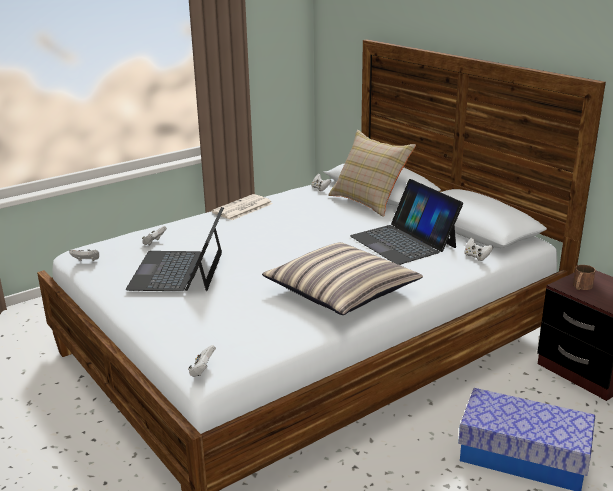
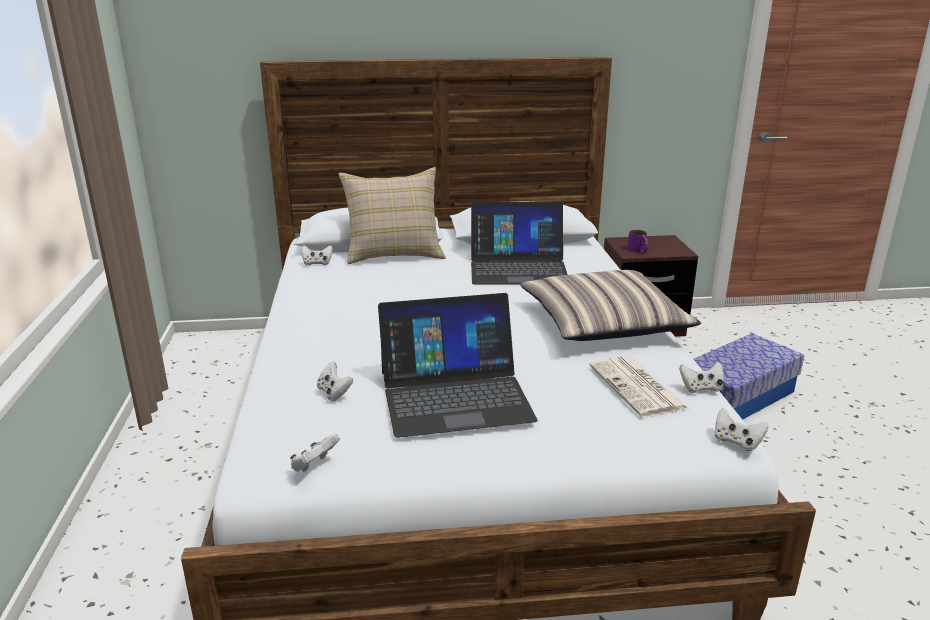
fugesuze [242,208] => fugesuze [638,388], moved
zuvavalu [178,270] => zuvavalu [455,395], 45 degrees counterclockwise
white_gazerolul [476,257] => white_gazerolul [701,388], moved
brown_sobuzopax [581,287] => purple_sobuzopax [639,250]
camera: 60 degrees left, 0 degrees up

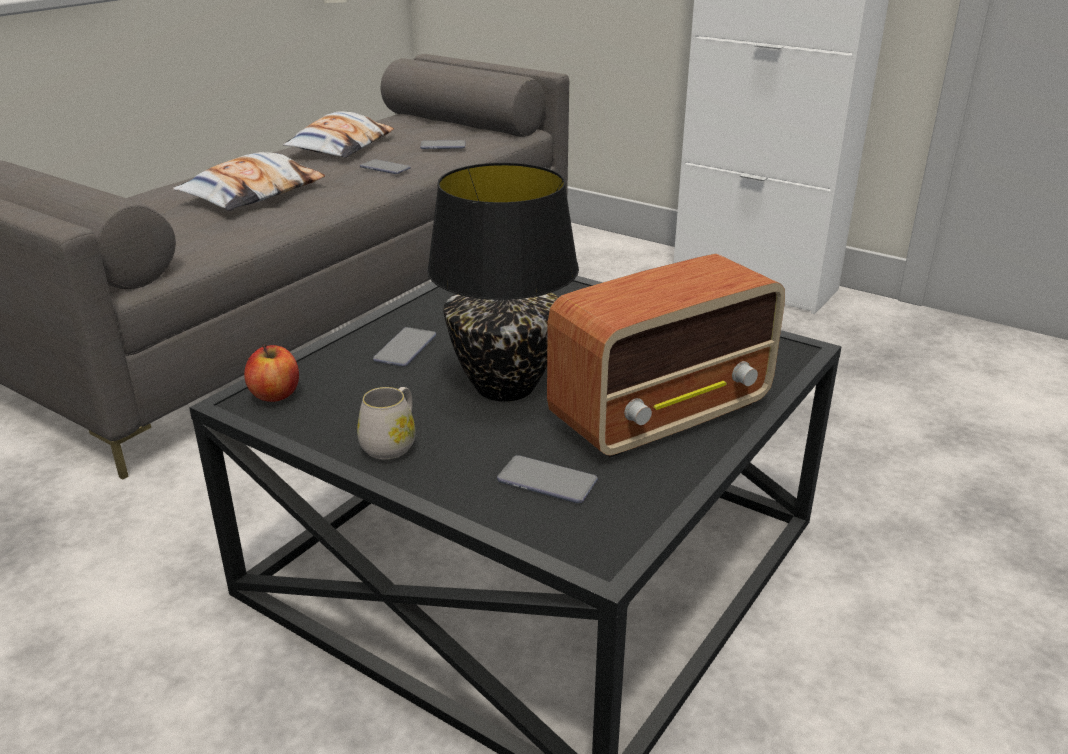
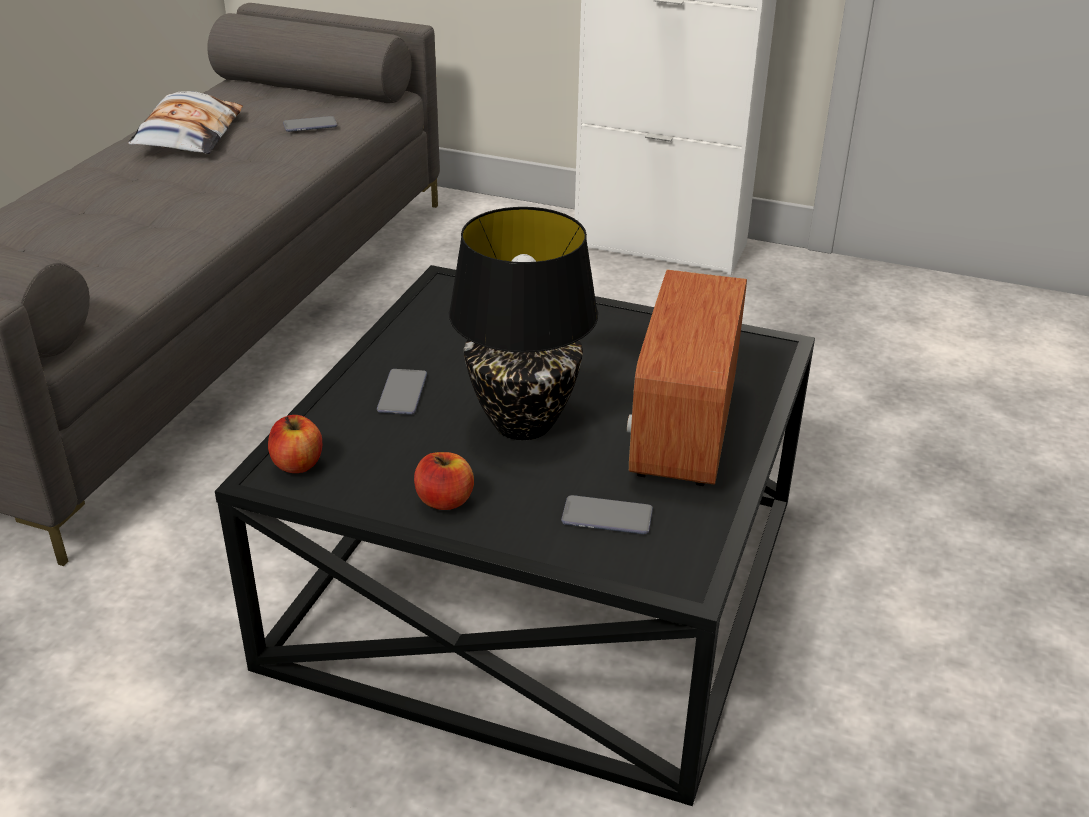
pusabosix [253,193] => nothing
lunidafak [385,168] => nothing
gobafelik [663,413] => gobafelik [683,432], 150 degrees clockwise
white_sobuzopax [392,443] => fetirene [445,500]
camera: 15 degrees left, 5 degrees up

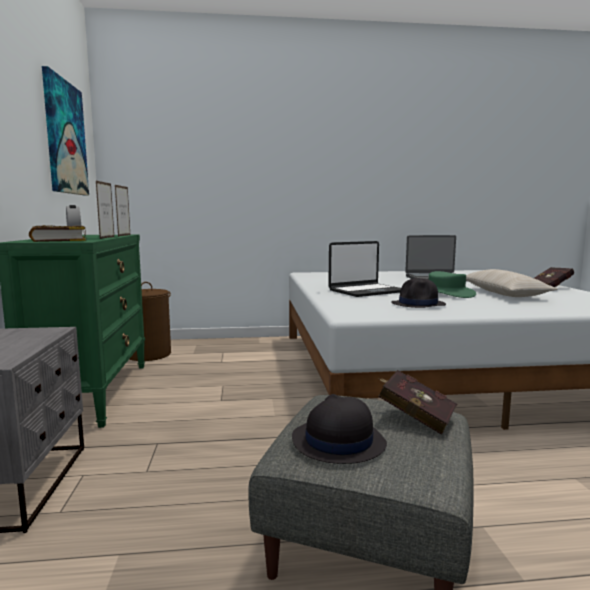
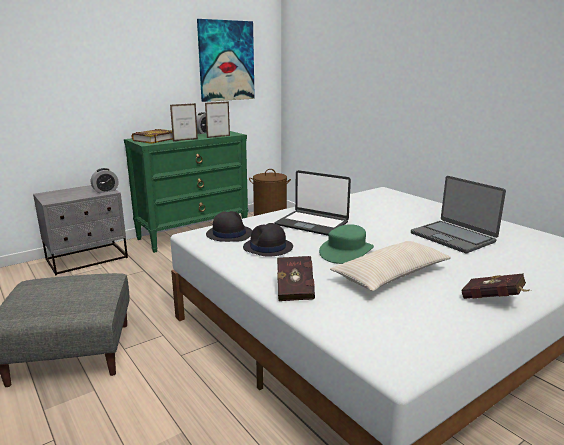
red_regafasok [414,417] => red_regafasok [295,289], moved
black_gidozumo [338,442] => black_gidozumo [229,234], moved
nothing => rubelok [105,191]
camera: 60 degrees right, 10 degrees up

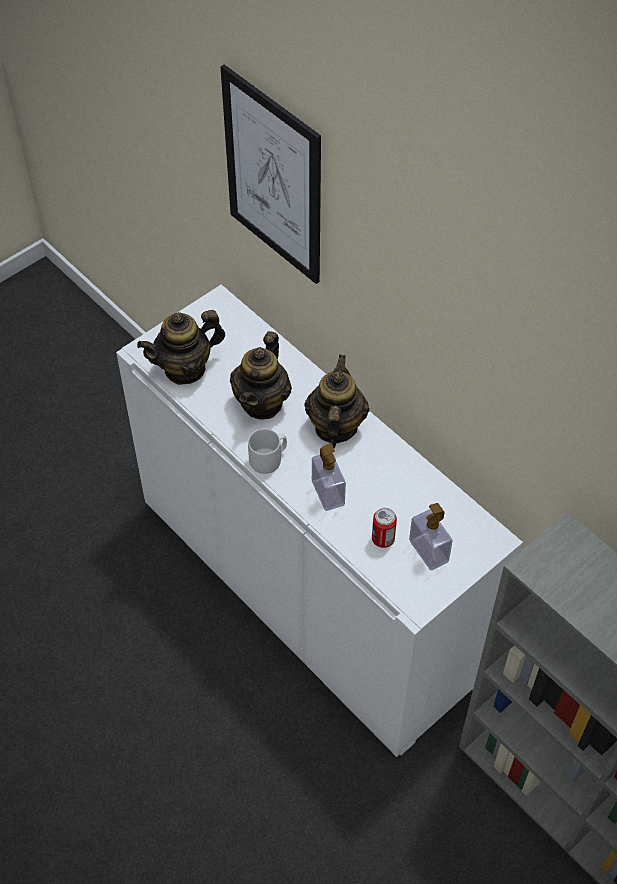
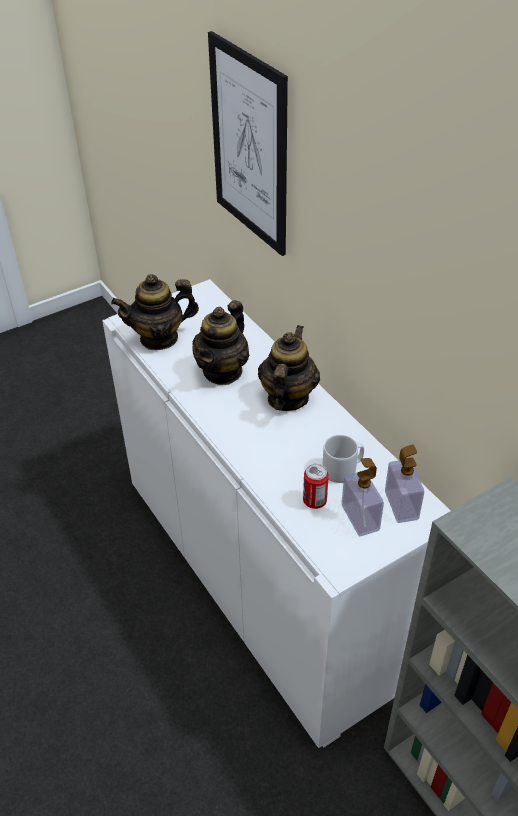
grey_sobuzopax [269,459] => grey_sobuzopax [343,470], moved
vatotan [328,493] => vatotan [401,505], moved
camera: 10 degrees right, 10 degrees down

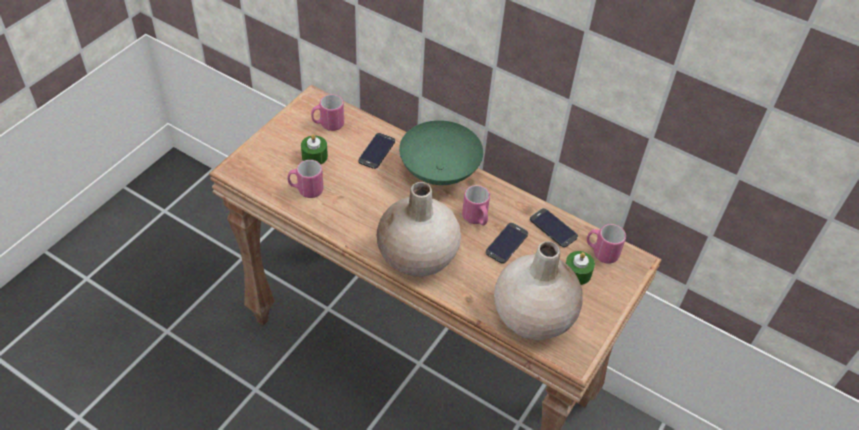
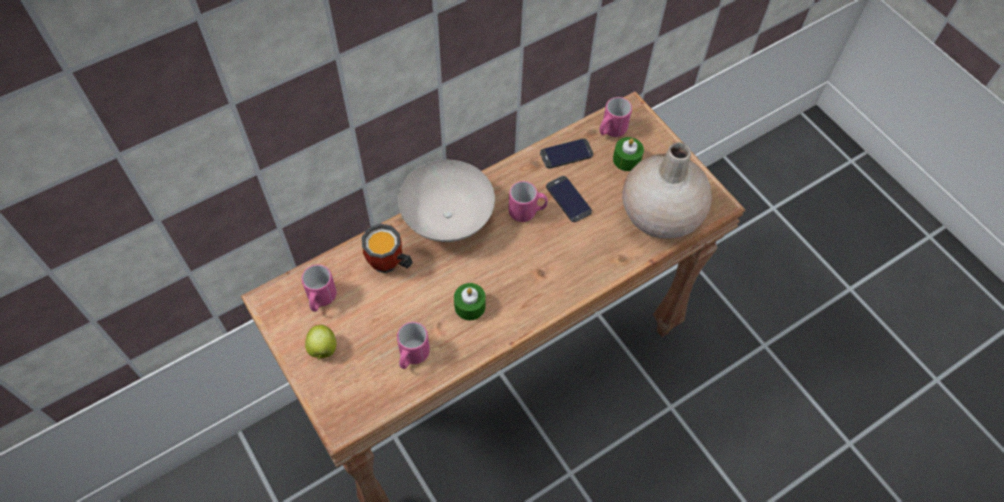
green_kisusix [440,171] => white_kisusix [449,217]
lunidafak [376,151] => sobuzopax [388,265]
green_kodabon [314,156] => green_kodabon [470,306], moved
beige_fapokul [417,256] => nothing
nothing => fetirene [323,349]
camera: 65 degrees left, 10 degrees up

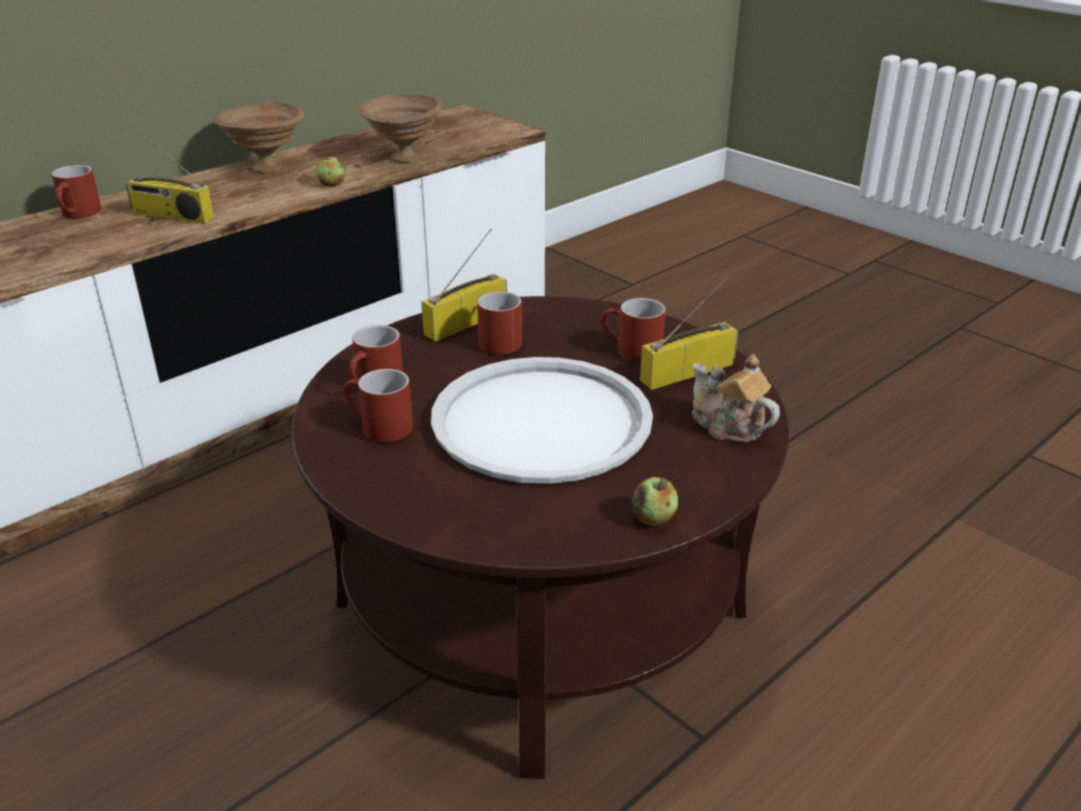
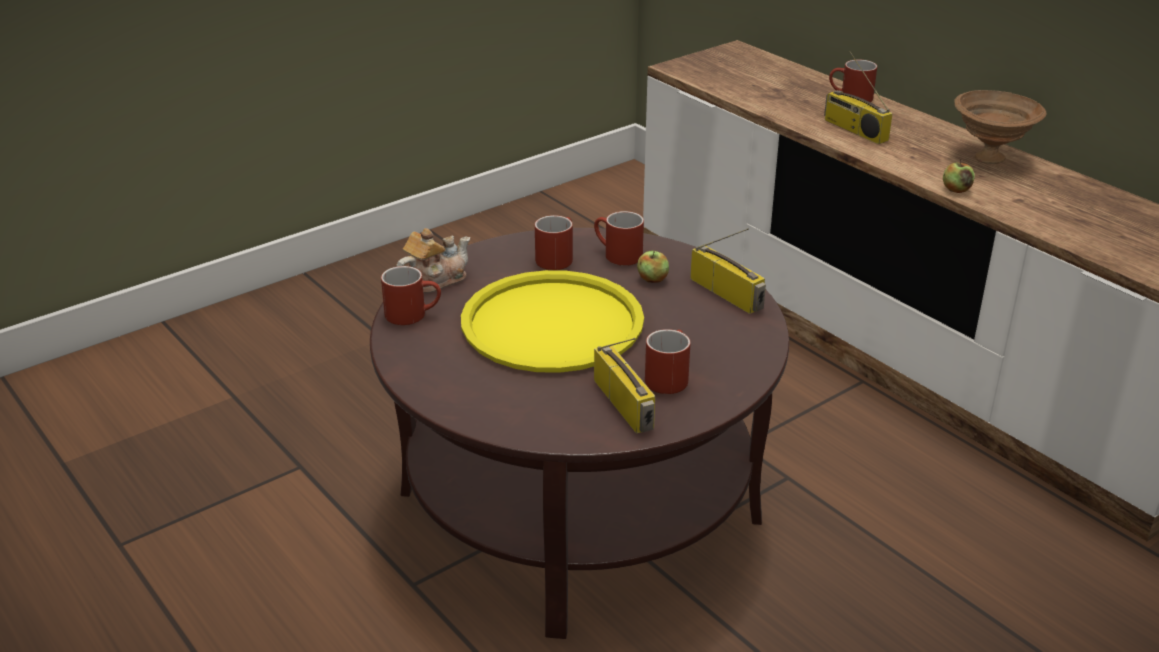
brown_kisusix [405,159] => nothing
gobafelik [171,216] => gobafelik [853,130], 60 degrees counterclockwise
red_sobuzopax [498,340] => red_sobuzopax [413,314], moved
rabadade [727,425] => rabadade [435,280], moved
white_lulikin [542,421] => yellow_lulikin [552,323]
fetirene [653,518] => fetirene [652,279], moved
camera: 95 degrees right, 0 degrees up

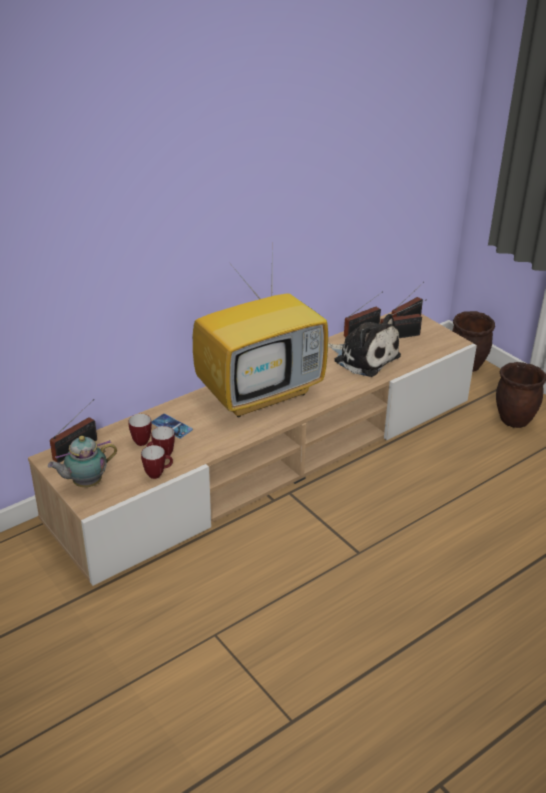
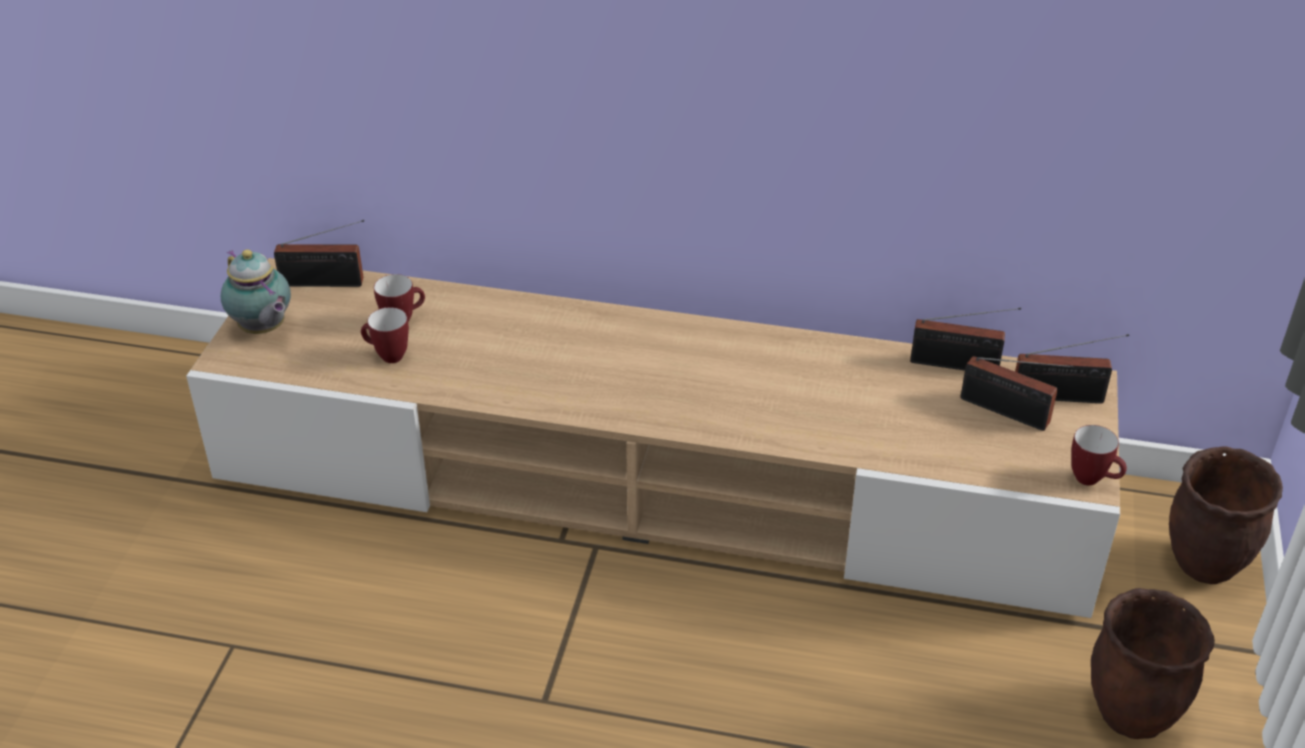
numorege [261,392] => nothing
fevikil [363,357] => nothing
lunidafak [171,426] => nothing
rabadade [85,483] => rabadade [263,330], 150 degrees counterclockwise
sobuzopax [158,474] => sobuzopax [1093,480], moved
camera: 50 degrees right, 5 degrees up

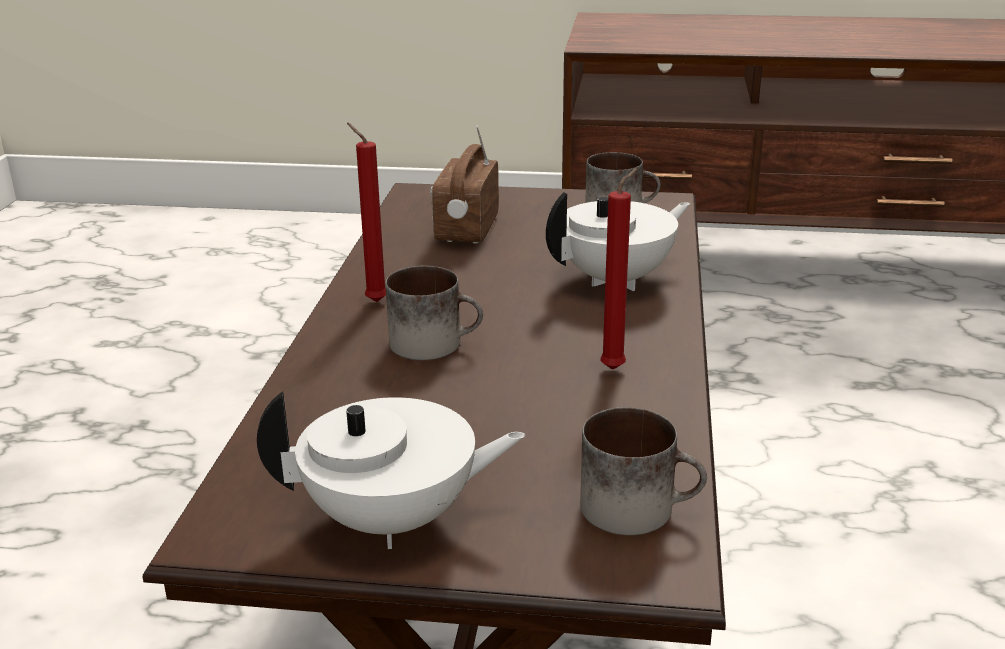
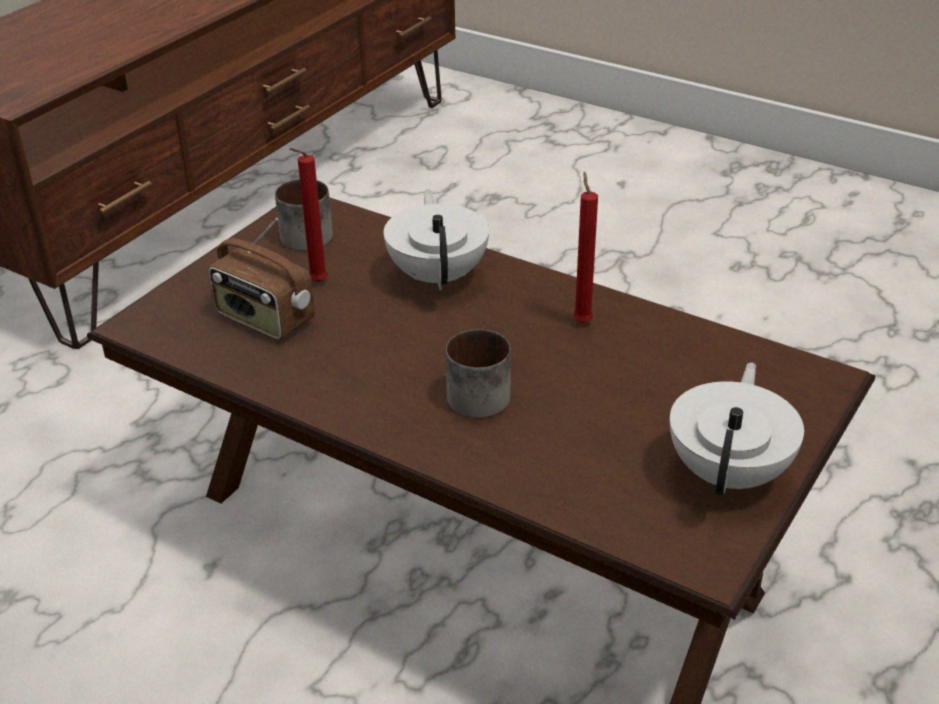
red_kodabon [373,301] => red_kodabon [315,283], moved
sobuzopax [639,507] => nothing
camera: 65 degrees left, 10 degrees up

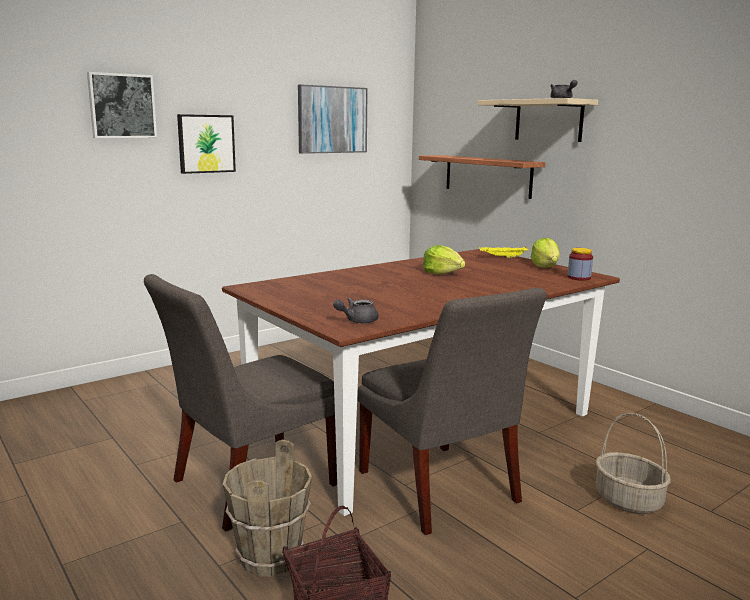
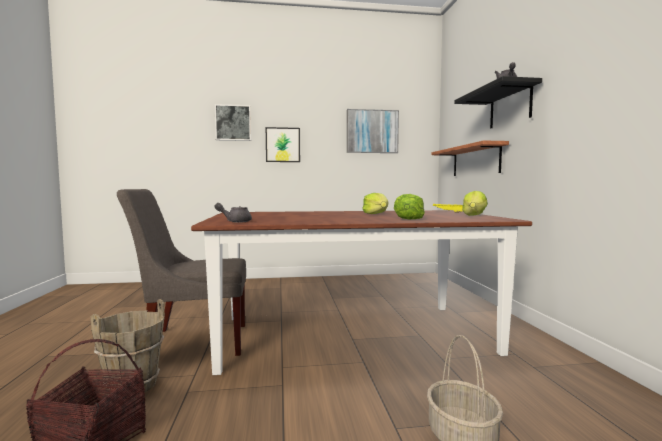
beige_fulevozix [548,120] => black_fulevozix [510,107]
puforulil [579,278] => nothing
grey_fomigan [440,490] => nothing
nothing => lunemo [409,218]
camera: 30 degrees right, 10 degrees down

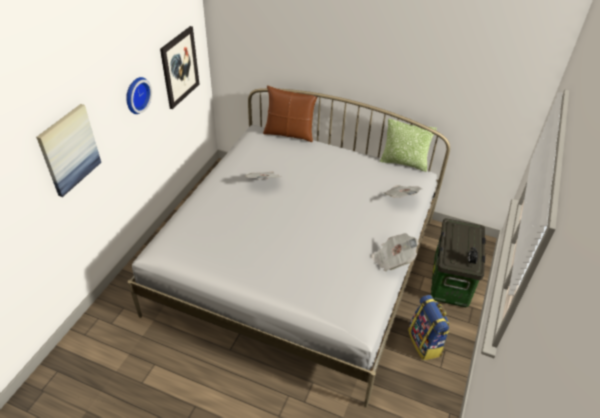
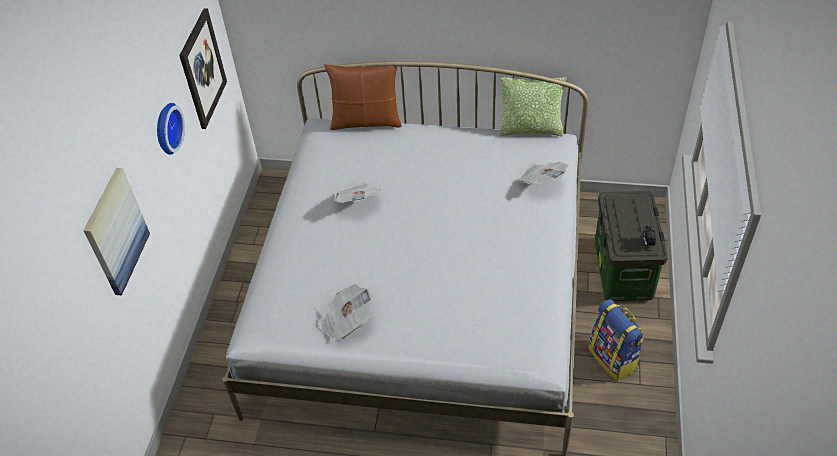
fugesuze [393,259] => fugesuze [346,321], moved
camera: 10 degrees left, 5 degrees up

